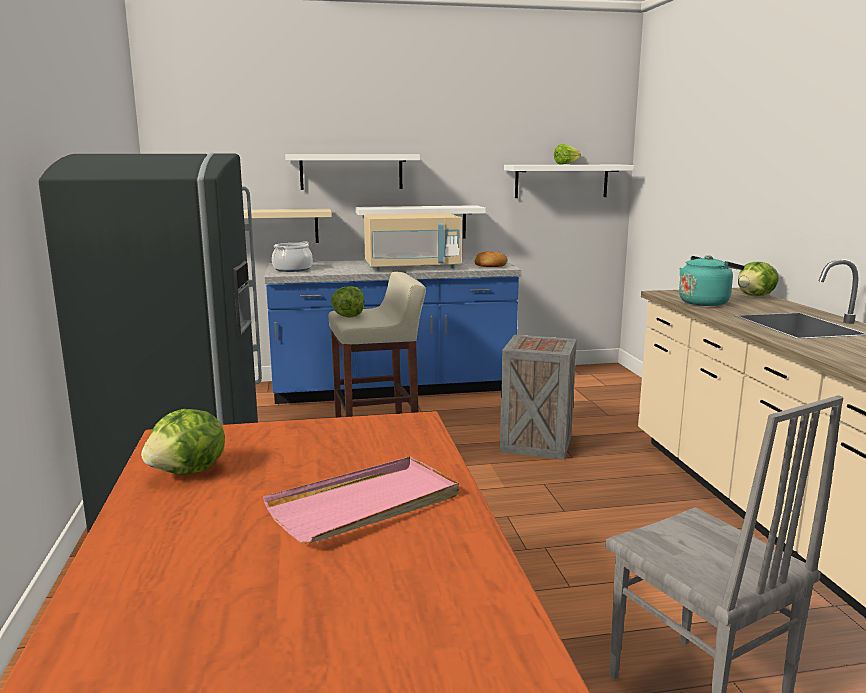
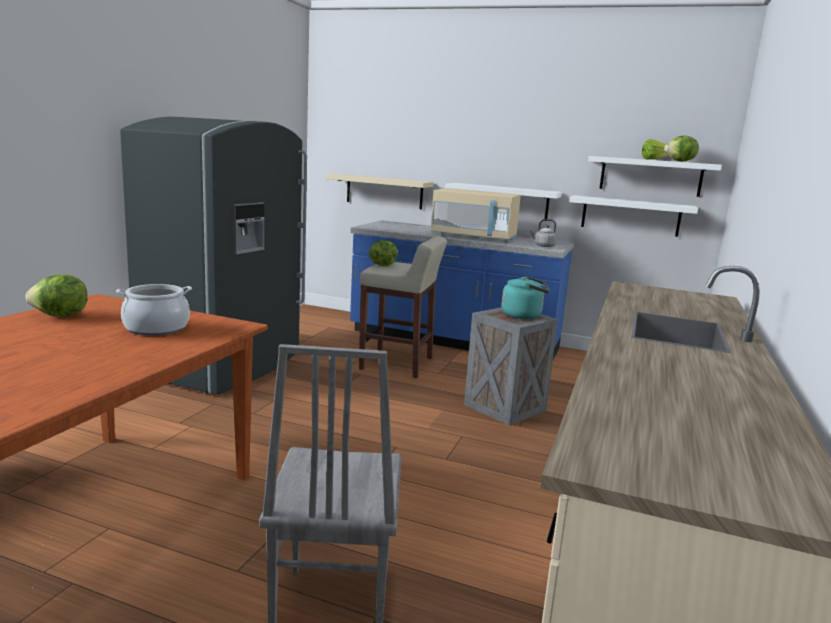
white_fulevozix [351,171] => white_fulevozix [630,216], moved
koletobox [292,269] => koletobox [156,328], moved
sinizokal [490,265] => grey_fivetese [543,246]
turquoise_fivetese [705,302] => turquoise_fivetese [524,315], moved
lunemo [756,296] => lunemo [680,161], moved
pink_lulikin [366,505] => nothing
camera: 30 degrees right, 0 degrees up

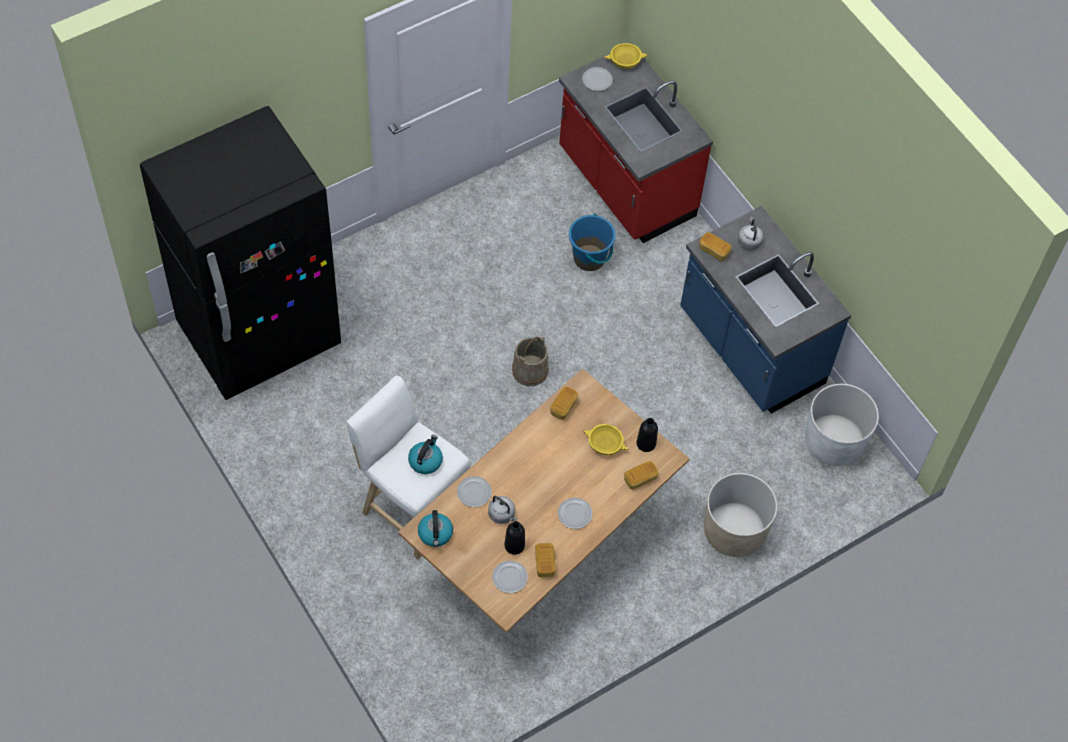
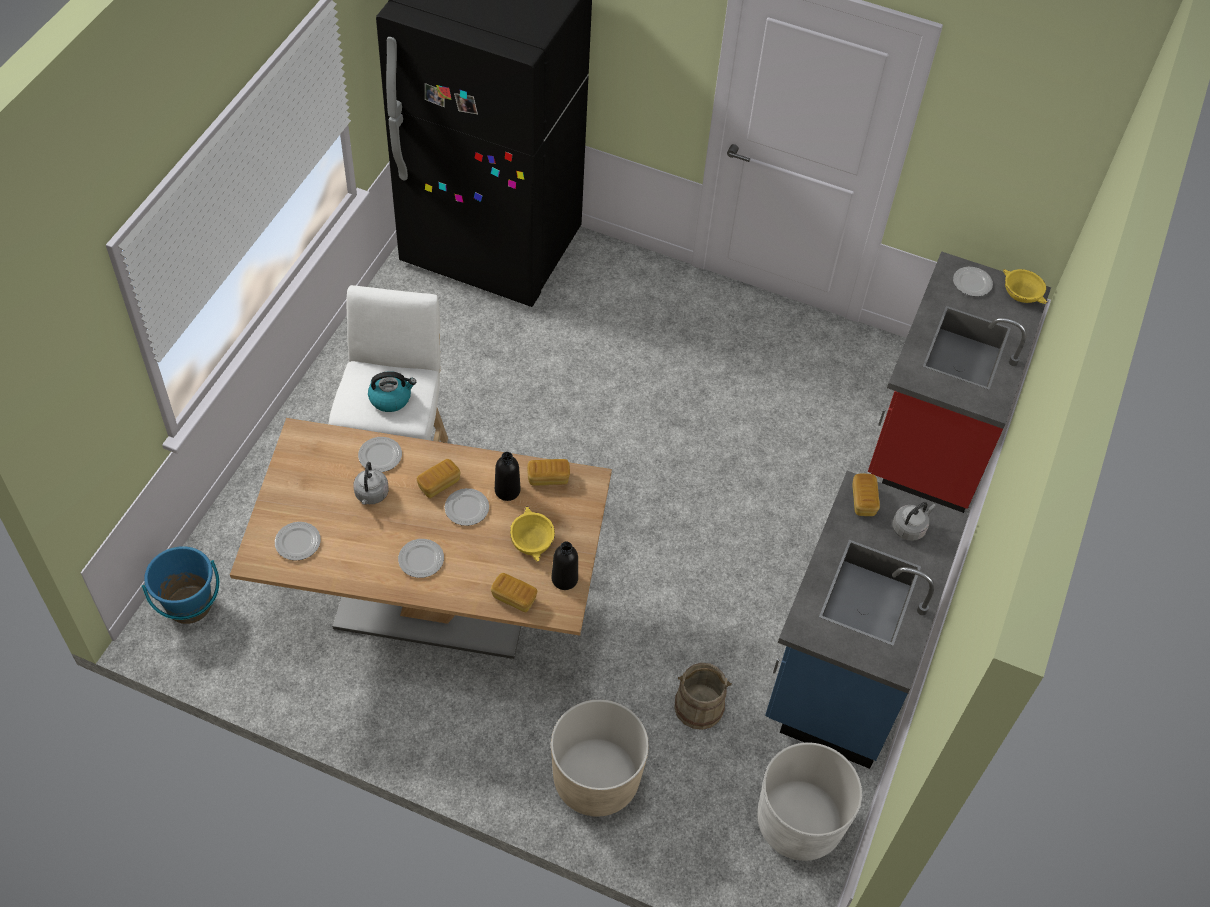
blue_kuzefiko [589,258] => blue_kuzefiko [189,605], moved
beige_kuzefiko [530,371] => beige_kuzefiko [698,707], moved
fivetese [435,534] => nothing
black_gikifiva [514,545] => black_gikifiva [507,490], moved
sinizokal [544,563] => sinizokal [439,484], moved
nothing => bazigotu [467,508]
camera: 55 degrees right, 5 degrees down

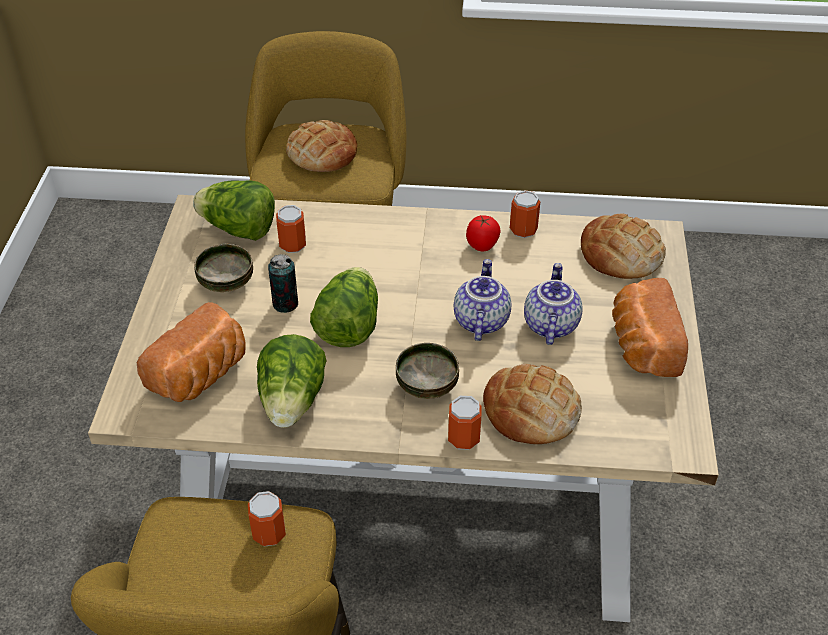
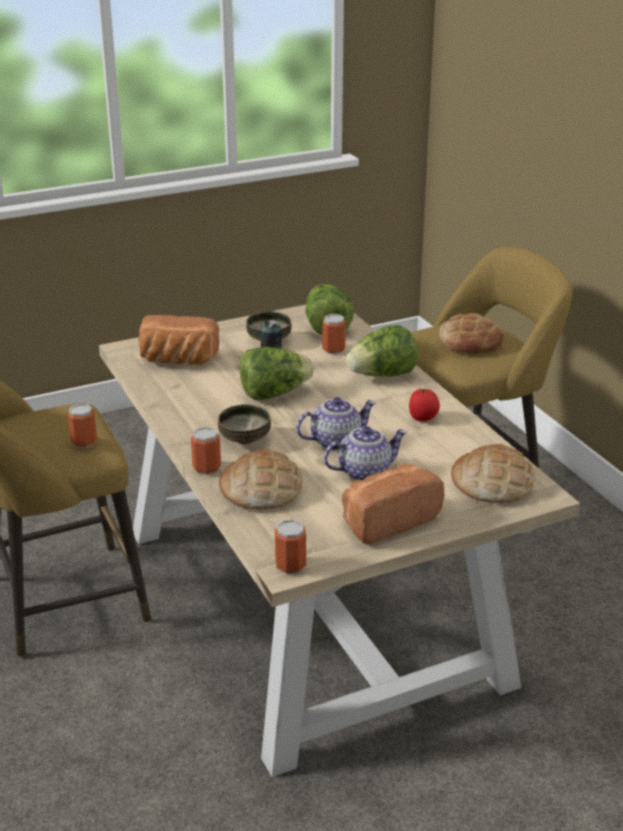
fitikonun [523,230] => fitikonun [290,565], moved
lunemo [292,402] => lunemo [382,375], moved
camera: 60 degrees right, 15 degrees down

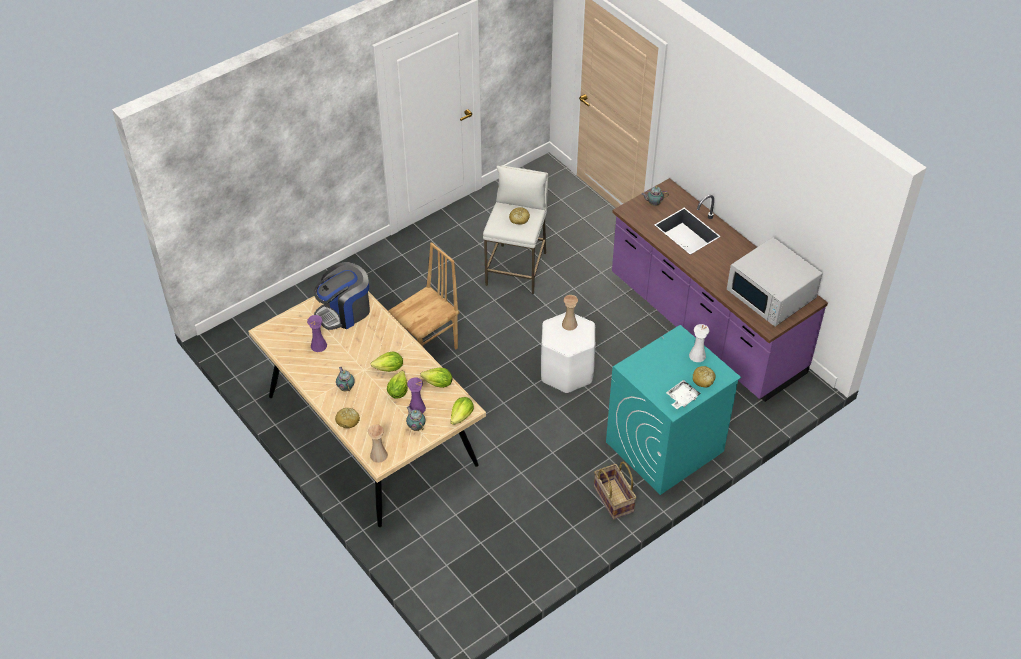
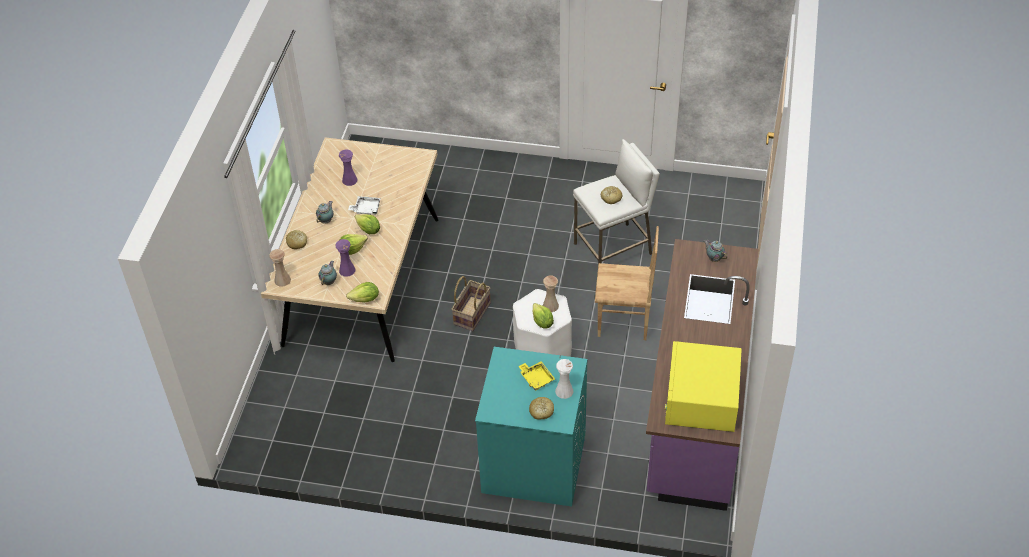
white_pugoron [771,295] => yellow_pugoron [701,400]
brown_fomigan [428,349] => brown_fomigan [623,323], moved
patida [344,312] => nothing
lunemo [438,384] => lunemo [542,322], moved
white_lulikin [681,398] => white_lulikin [366,209], moved
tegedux [612,499] => tegedux [471,313], moved
nothing => yellow_lulikin [536,378]
camera: 50 degrees right, 0 degrees up

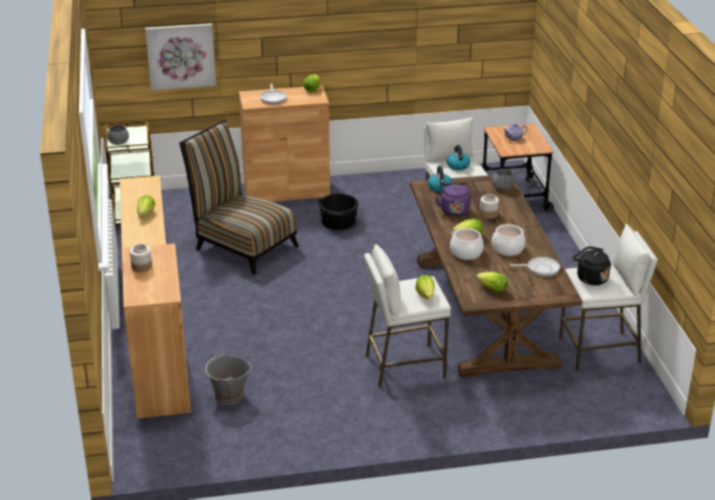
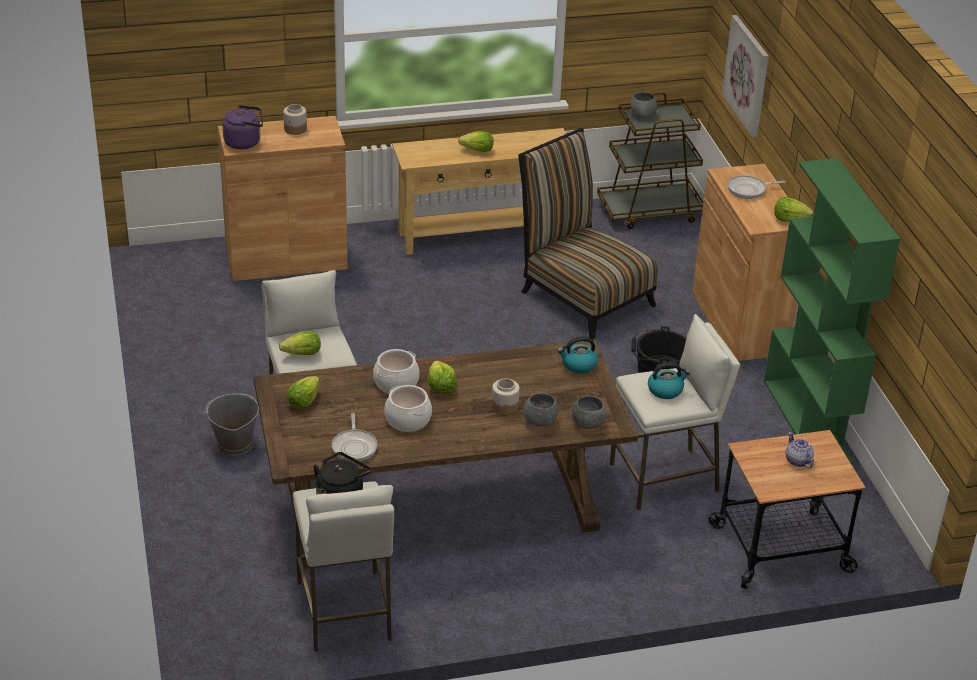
fomigan [242,245] => fomigan [582,294], 75 degrees counterclockwise
purple_fivetese [454,210] => purple_fivetese [245,142], moved
grey_kuzefiko [229,396] => grey_kuzefiko [234,444], moved
nothing => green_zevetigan [808,422]
nothing => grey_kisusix [540,421]
camera: 85 degrees right, 5 degrees up

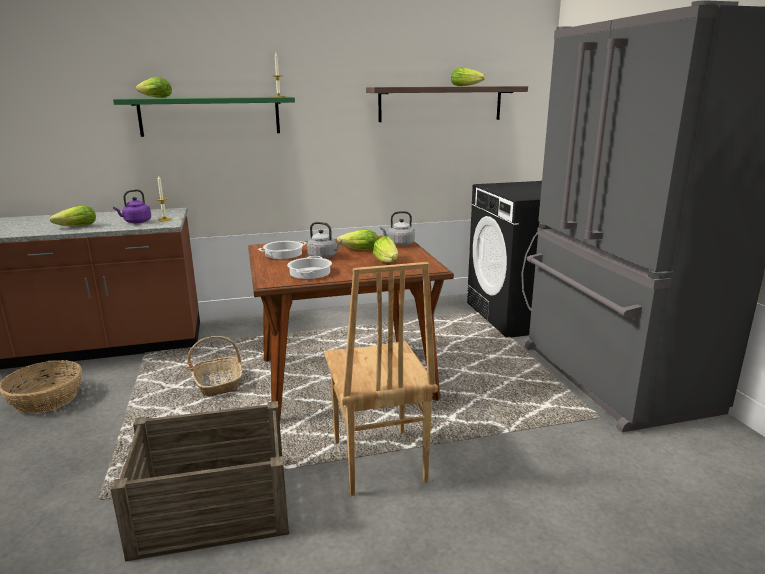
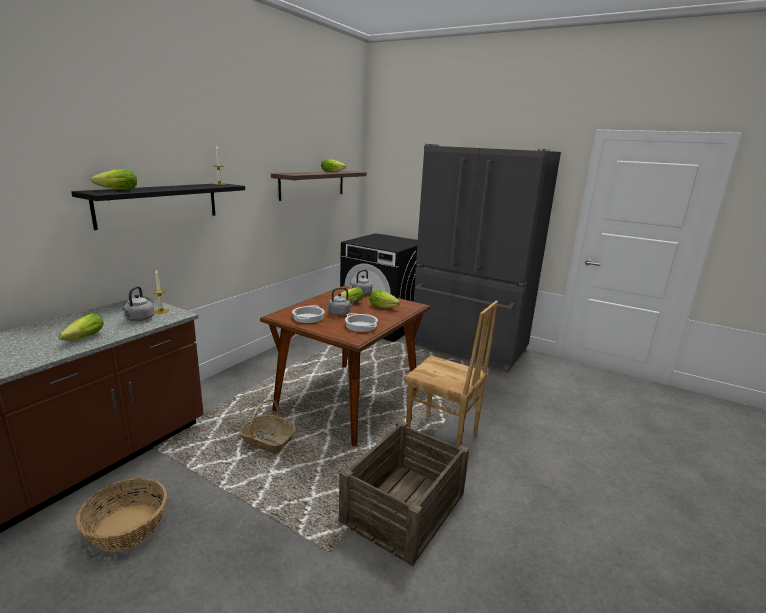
green_fulevozix [210,116] => black_fulevozix [159,204]
purple_fivetese [136,222] => grey_fivetese [139,319]
camera: 45 degrees left, 0 degrees up

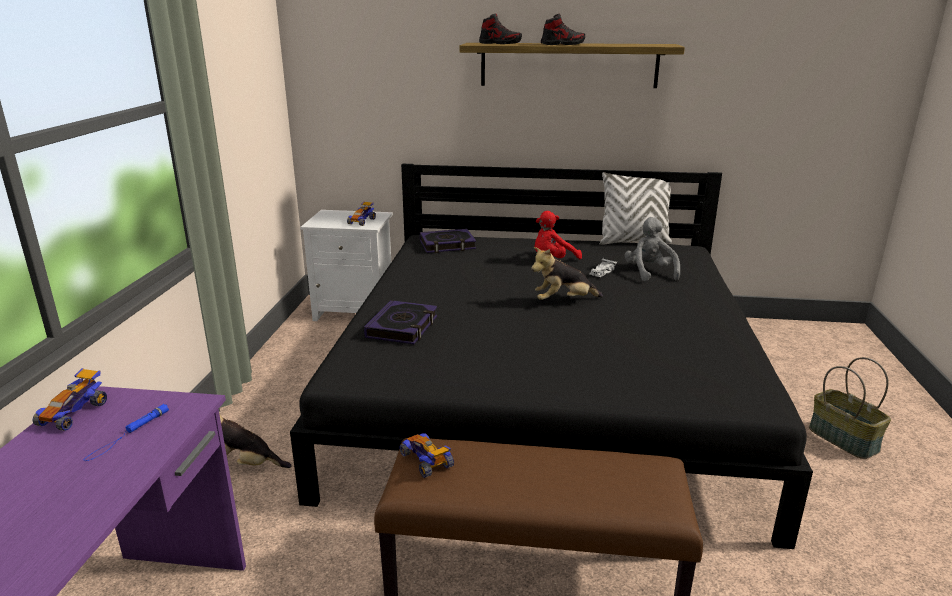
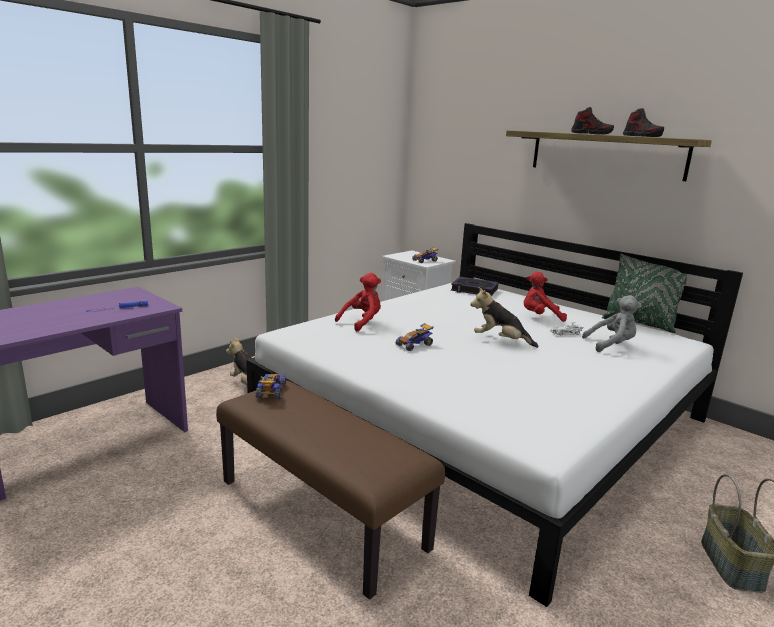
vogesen [500,43] => vogesen [642,136], moved
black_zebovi [546,390] => white_zebovi [485,418]
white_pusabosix [633,241] => green_pusabosix [639,324]
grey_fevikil [649,273] => grey_fevikil [611,345], 60 degrees clockwise
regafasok [402,327] => red_fevikil [362,322]
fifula [74,413] => fifula [414,345], moved
camera: 35 degrees right, 5 degrees down

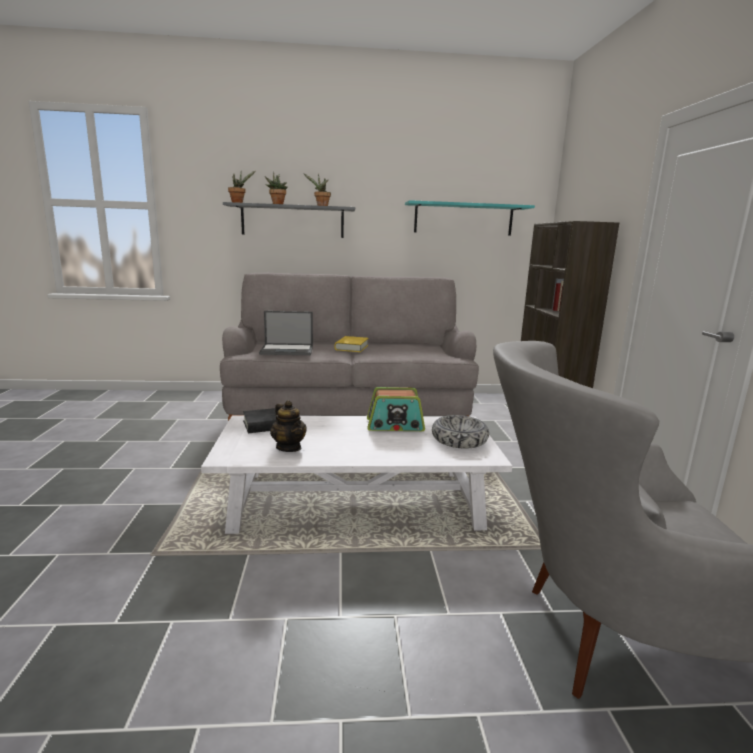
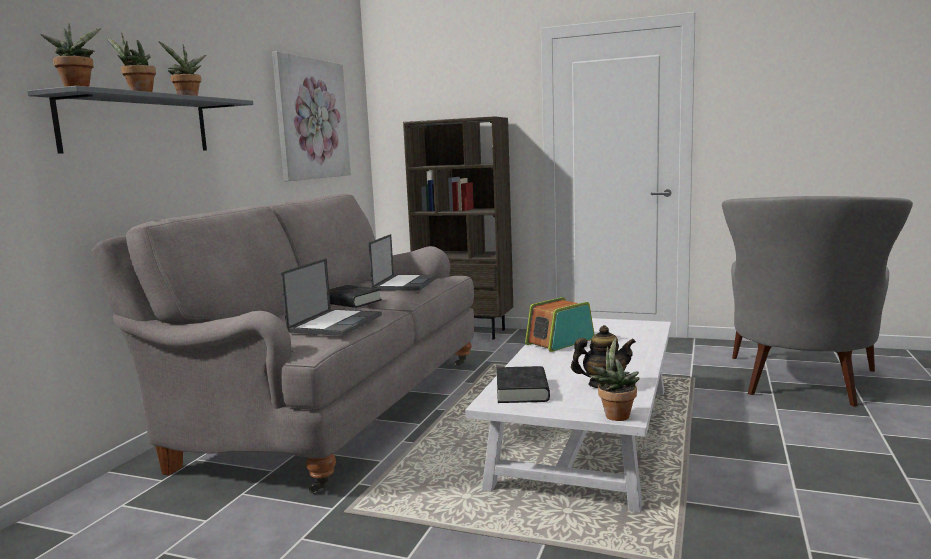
turquoise_fulevozix [463,219] => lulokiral [312,119]
yellow_regafasok [351,347] => black_regafasok [350,301]
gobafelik [395,425] => gobafelik [559,342], 150 degrees counterclockwise
kisusix [459,439] => nothing
nothing => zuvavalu [405,283]
nothing => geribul [615,415]
camera: 65 degrees left, 5 degrees down

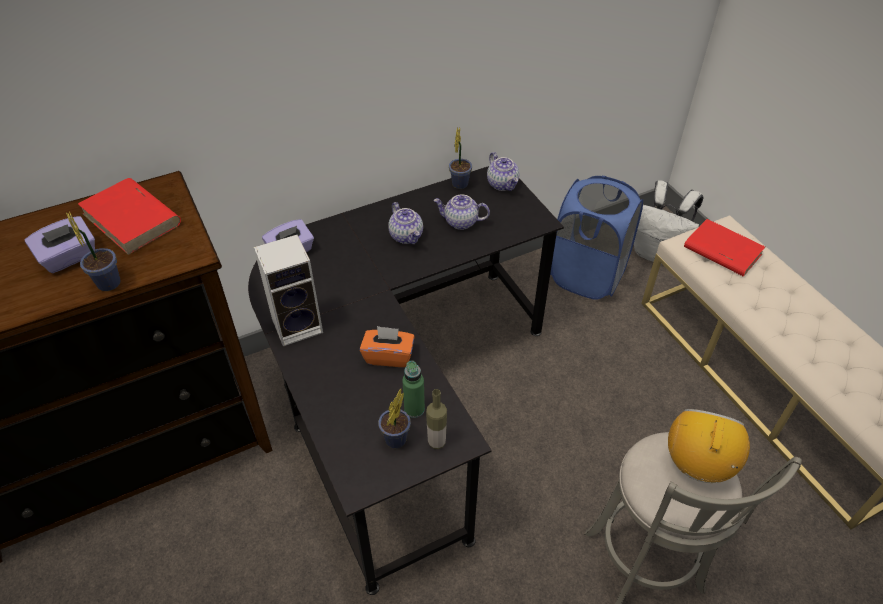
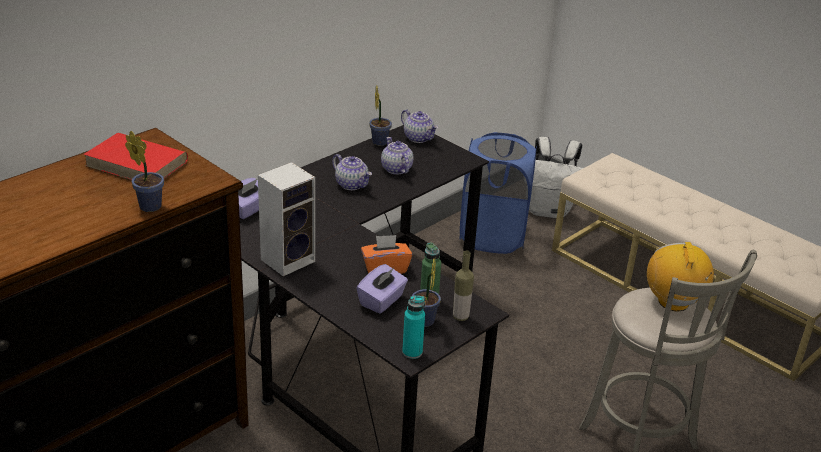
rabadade [460,222] => rabadade [396,169], 75 degrees clockwise
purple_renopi [69,258] => purple_renopi [382,301], moved
red_regafasok [721,250] => nothing
nothing => turquoise_gikifiva [412,352]
camera: 20 degrees left, 15 degrees down

